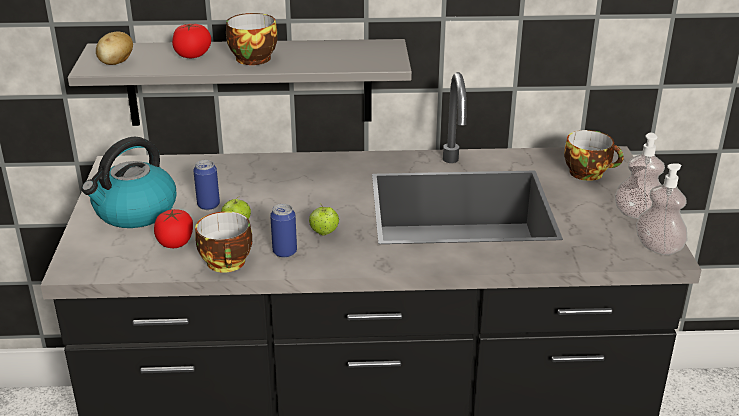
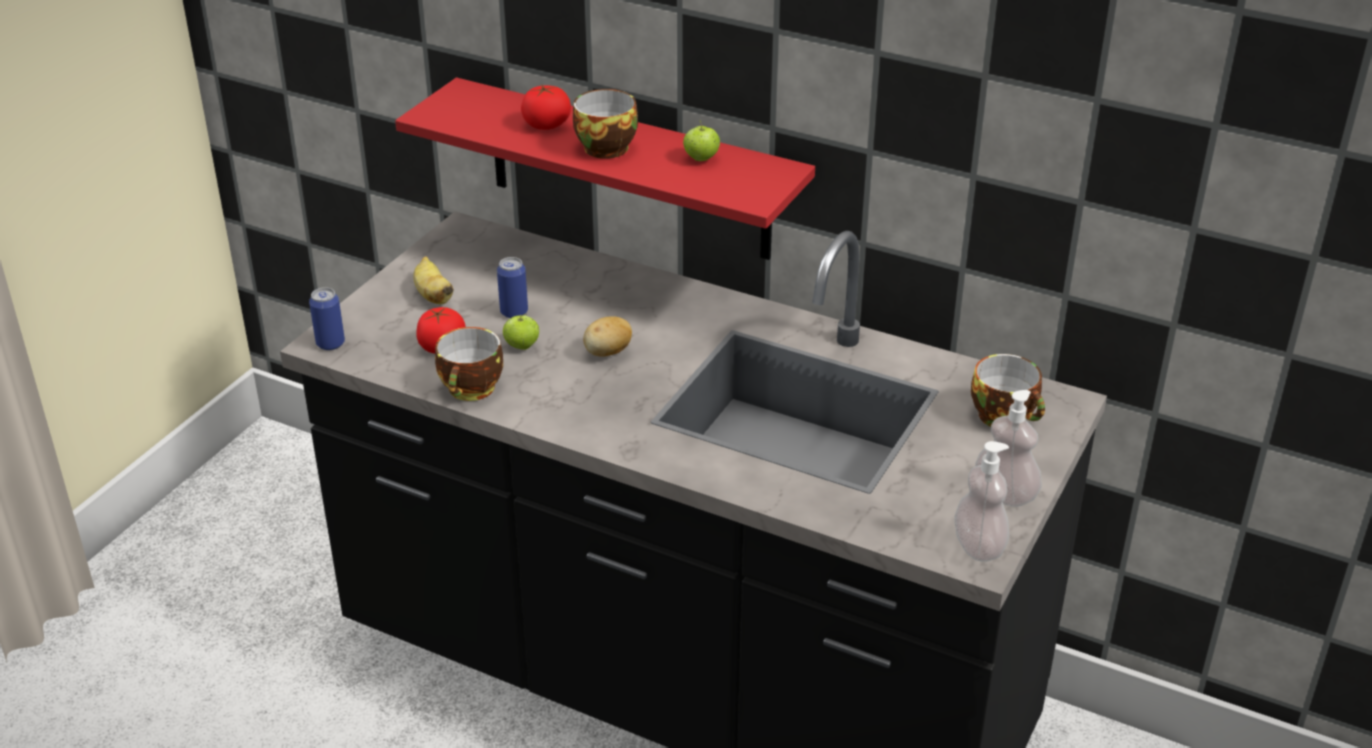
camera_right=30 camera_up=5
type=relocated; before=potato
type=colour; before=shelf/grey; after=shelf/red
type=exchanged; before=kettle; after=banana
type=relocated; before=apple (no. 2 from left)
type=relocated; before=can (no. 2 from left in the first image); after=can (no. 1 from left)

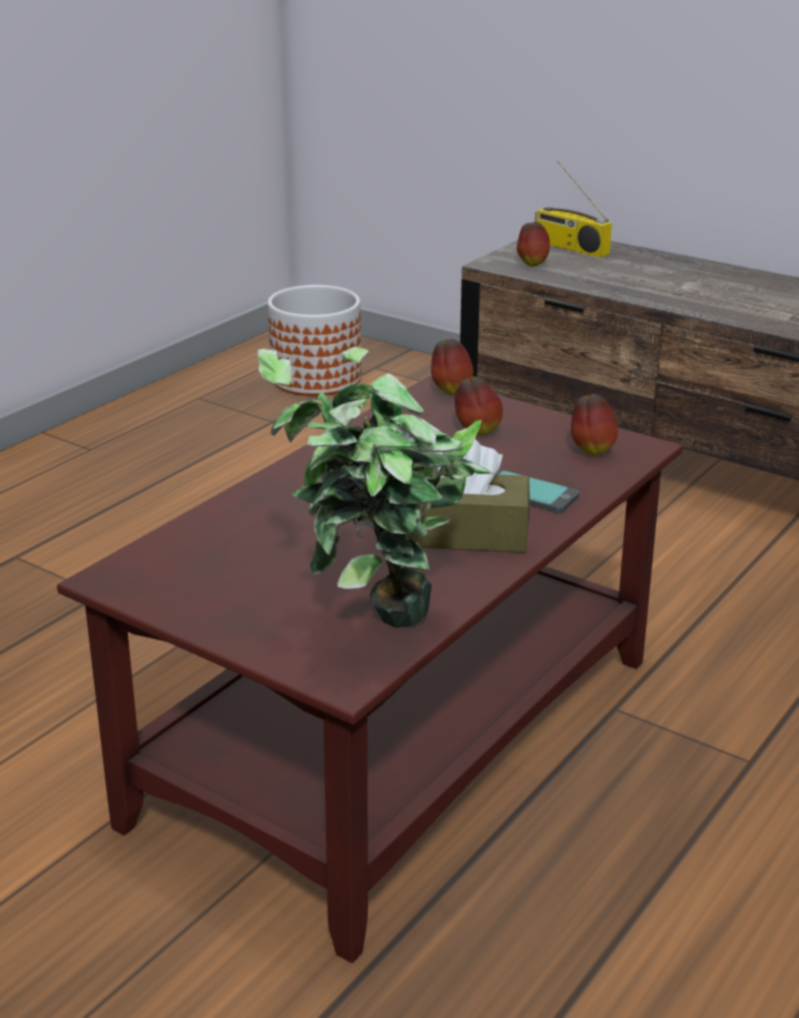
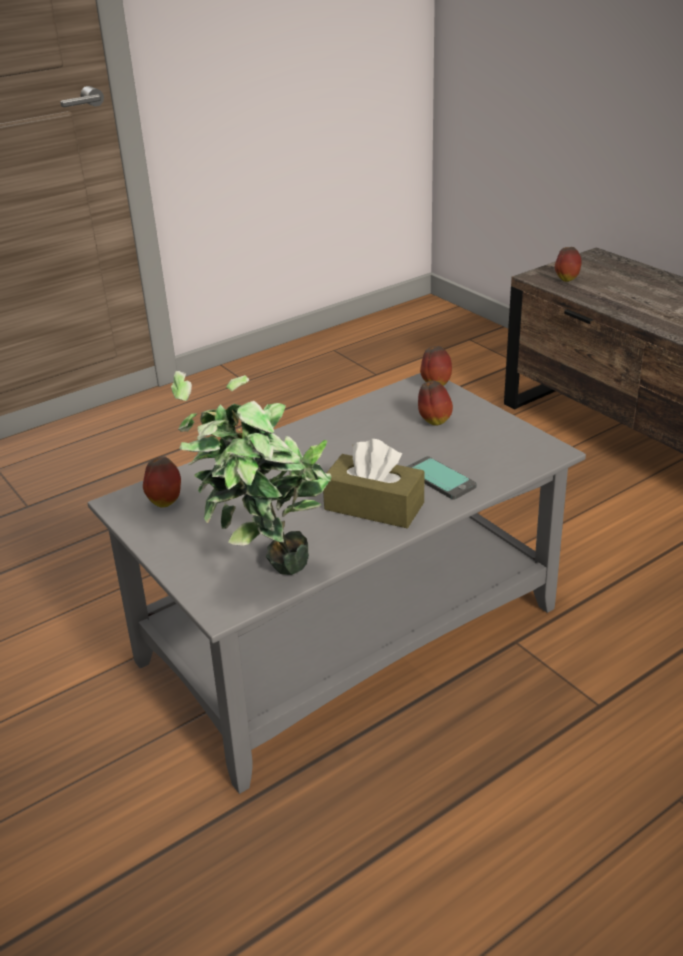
camera_right=20 camera_up=5
type=missing; before=radio
type=missing; before=planter
type=colour; before=coffee table/brown; after=coffee table/grey
type=relocated; before=apple (no. 4 from left in the first image); after=apple (no. 1 from left)

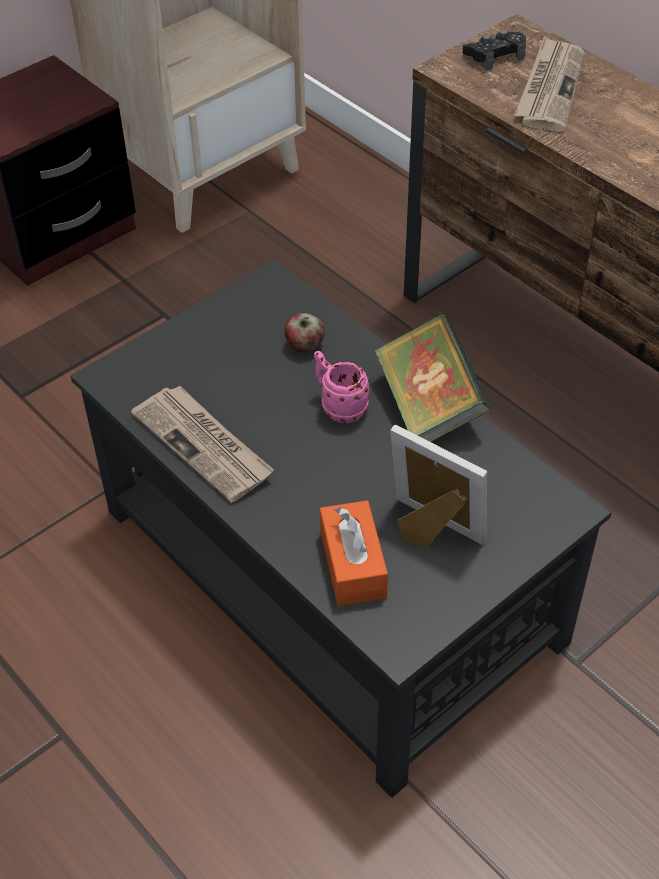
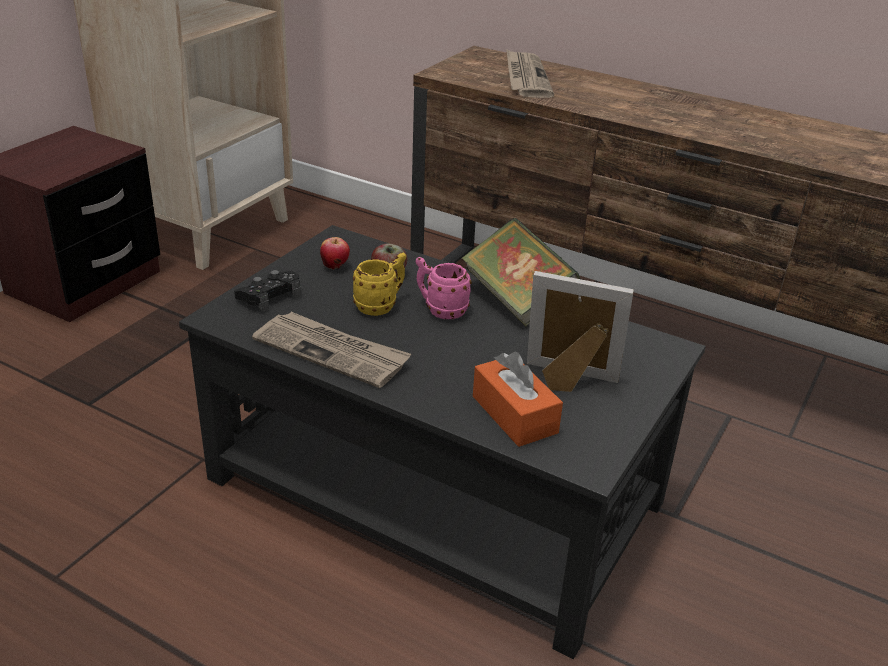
camera_right=-20 camera_up=-15
type=relocated; before=game controller/black
type=appeared; after=apple (no. 1 from left)
type=appeared; after=mug/yellow

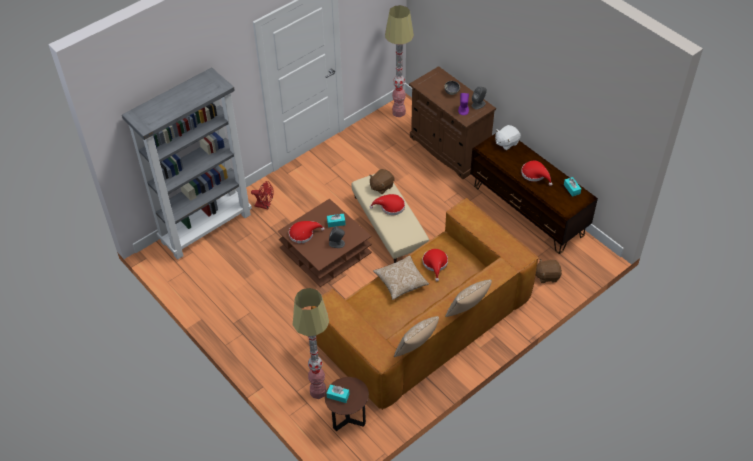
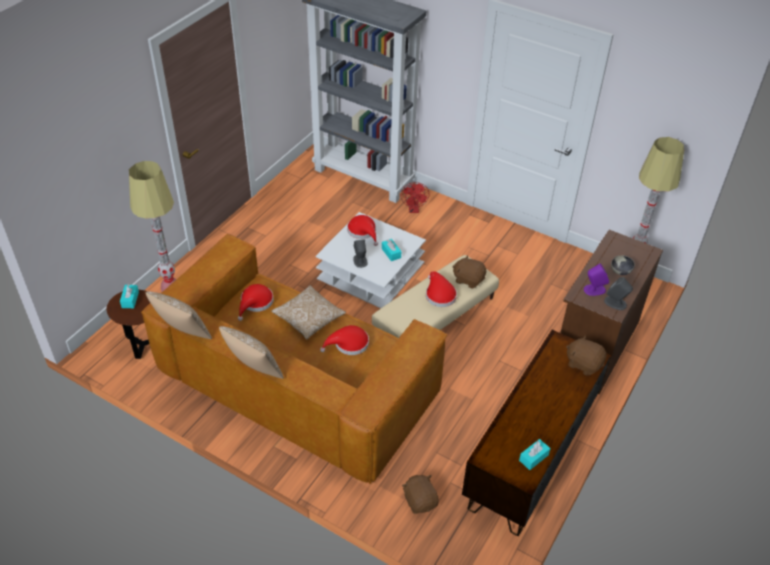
camera_right=70 camera_up=-5
type=colour; before=plush toy/white; after=plush toy/brown (no. 3 from left)
type=relocated; before=hat/red (no. 4 from left in the first image); after=hat/red (no. 1 from left)
type=colour; before=coffee table/brown; after=coffee table/white

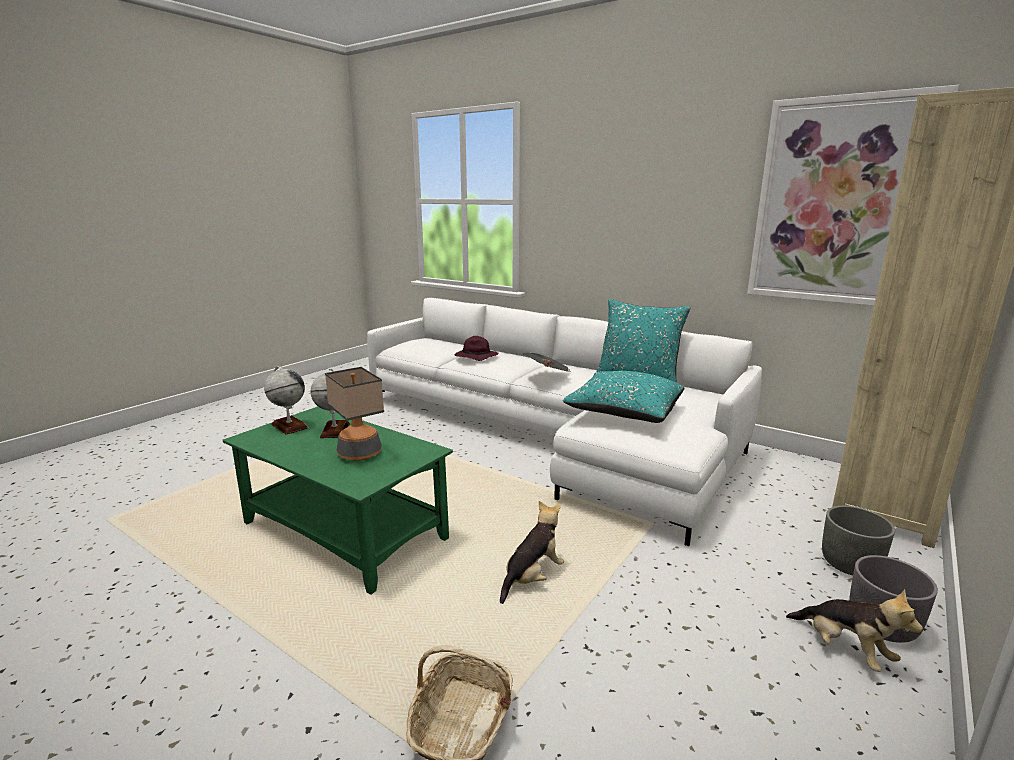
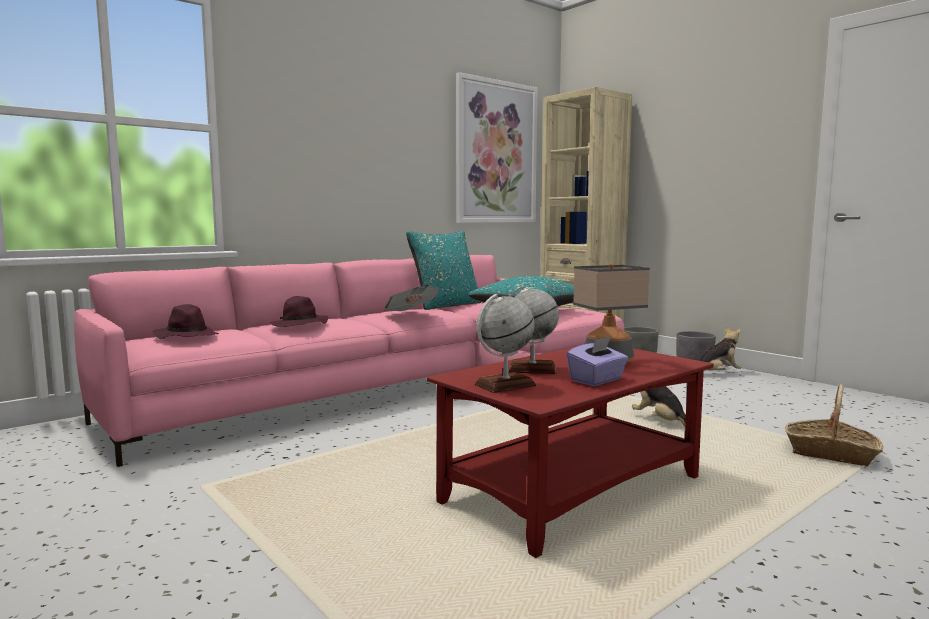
camera_right=-75 camera_up=-10
type=colour; before=sofa/white; after=sofa/pink
type=colour; before=coffee table/green; after=coffee table/red
type=appeared; after=hat/purple (no. 1 from left)
type=appeared; after=tissue box/purple

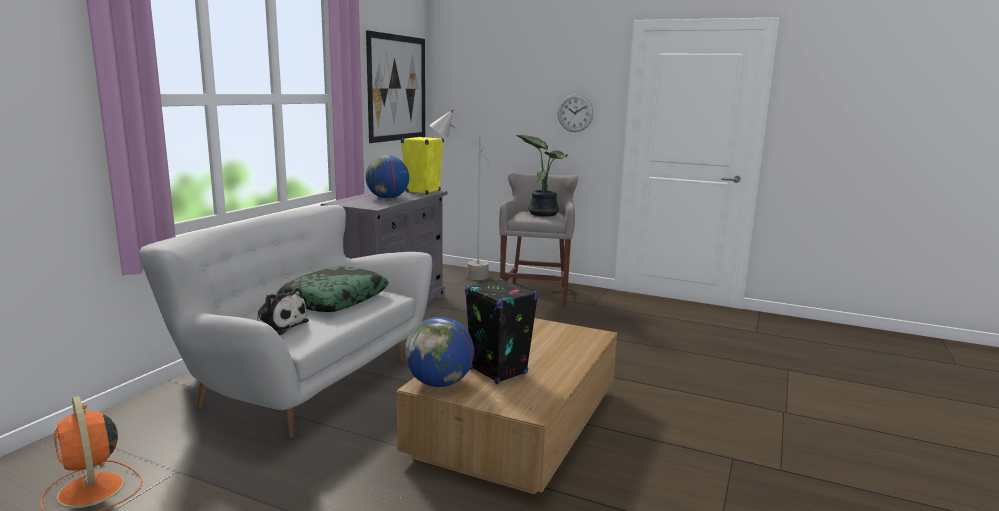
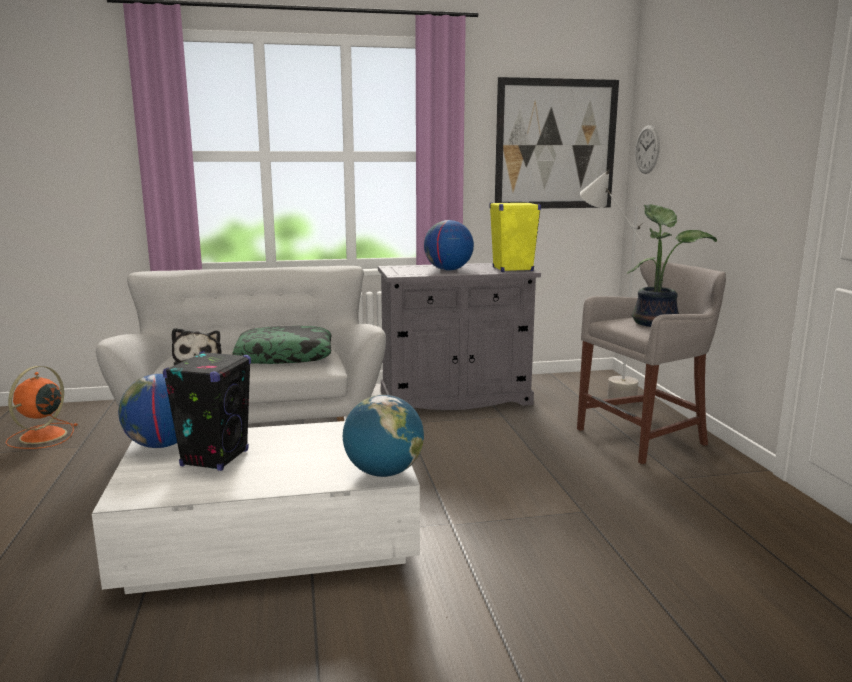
camera_right=55 camera_up=0
type=relocated; before=wall clock
type=colour; before=coffee table/brown; after=coffee table/white
type=appeared; after=globe (no. 2 from left)

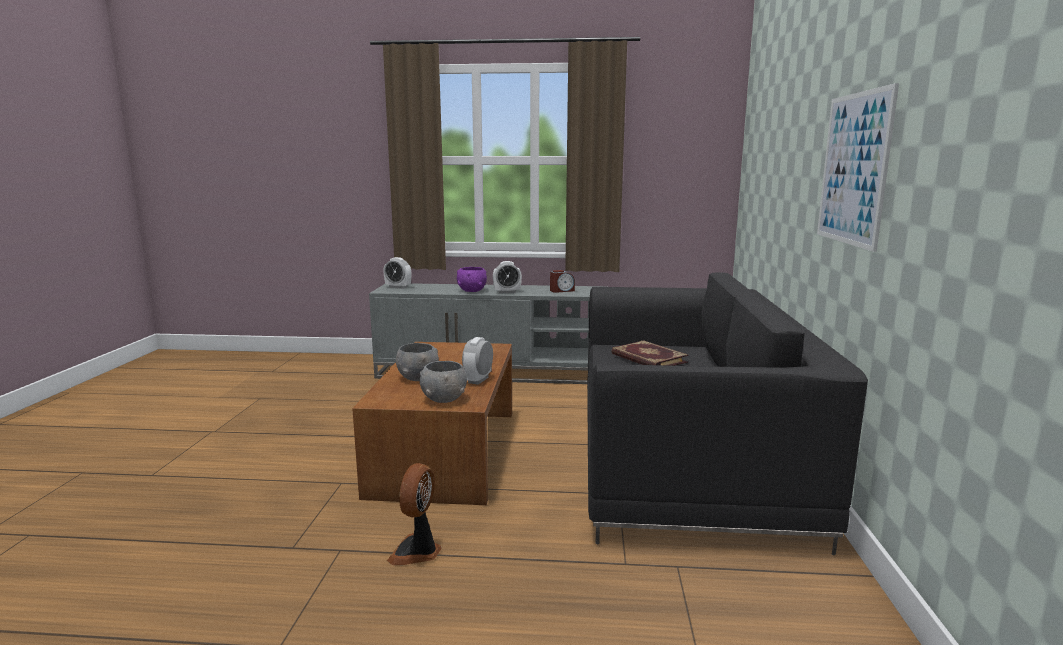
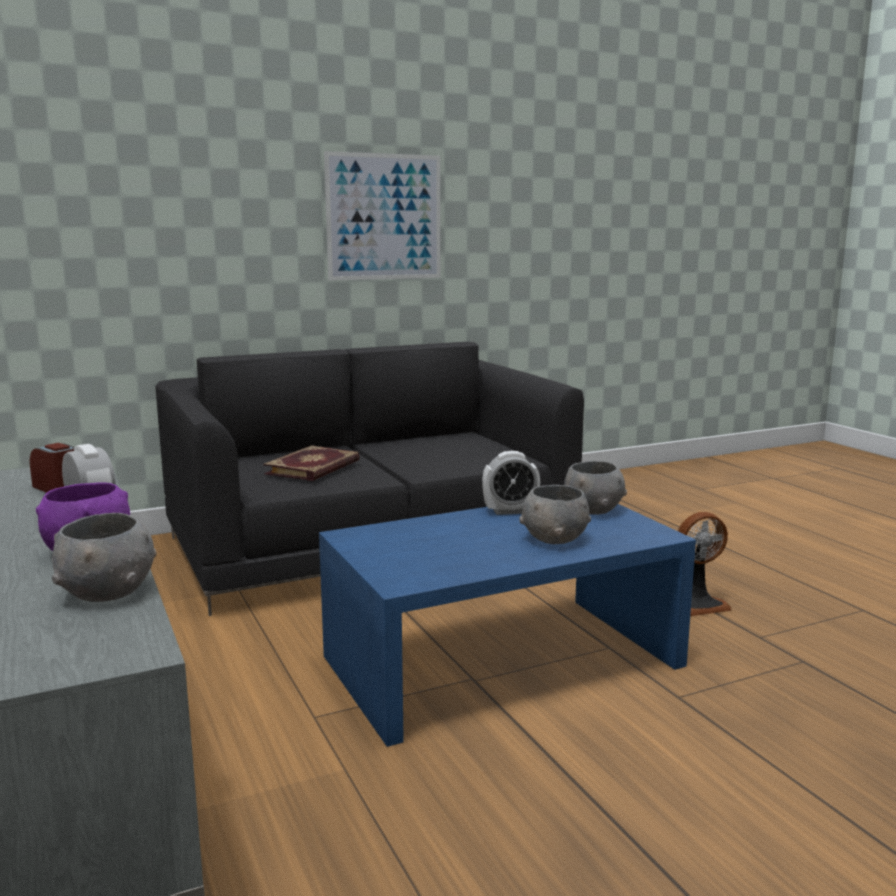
camera_right=-120 camera_up=0
type=missing; before=alarm clock (no. 1 from left)
type=colour; before=coffee table/brown; after=coffee table/blue
type=appeared; after=bowl/grey (no. 1 from left)

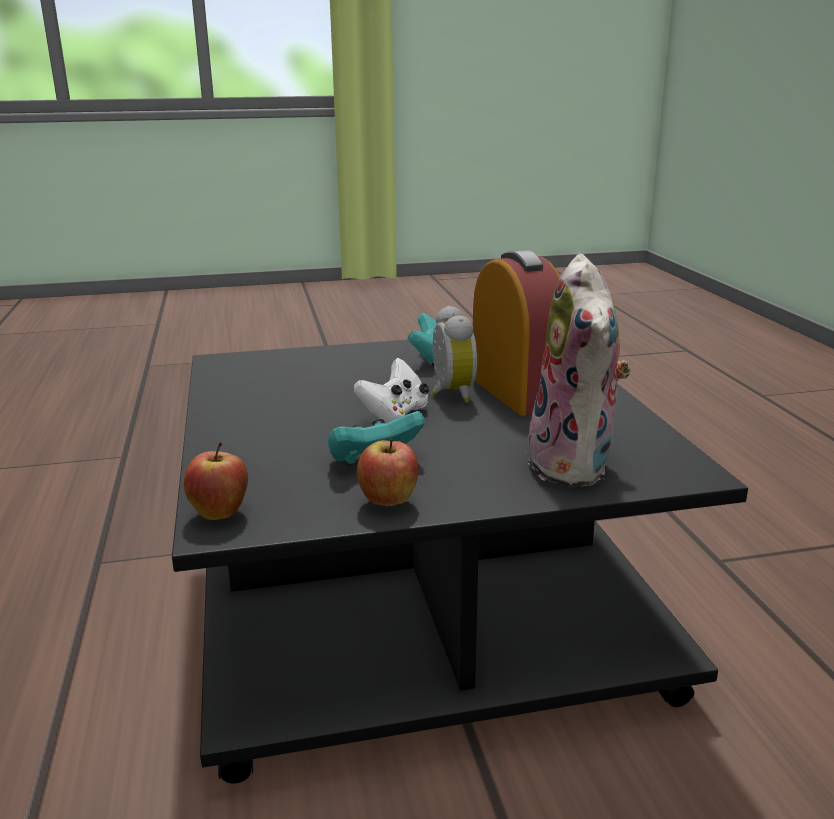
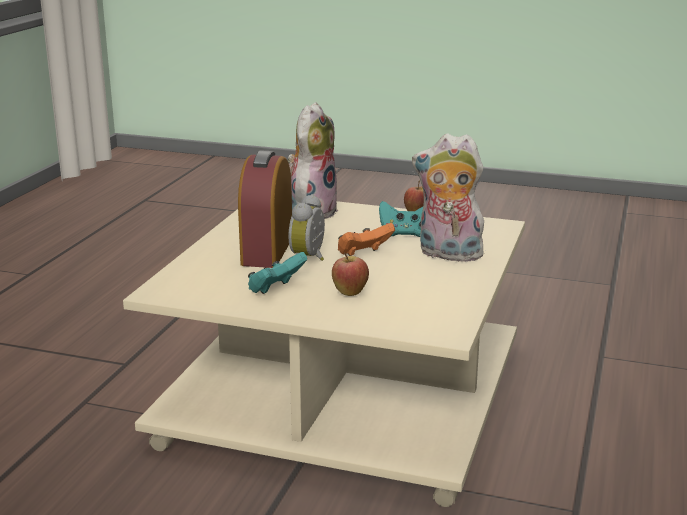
camera_right=-150 camera_up=0
type=colour; before=coffee table/black; after=coffee table/beige
type=colour; before=game controller/white; after=game controller/orange
type=relocated; before=apple (no. 1 from left)
type=appeared; after=plush toy (no. 2 from left)

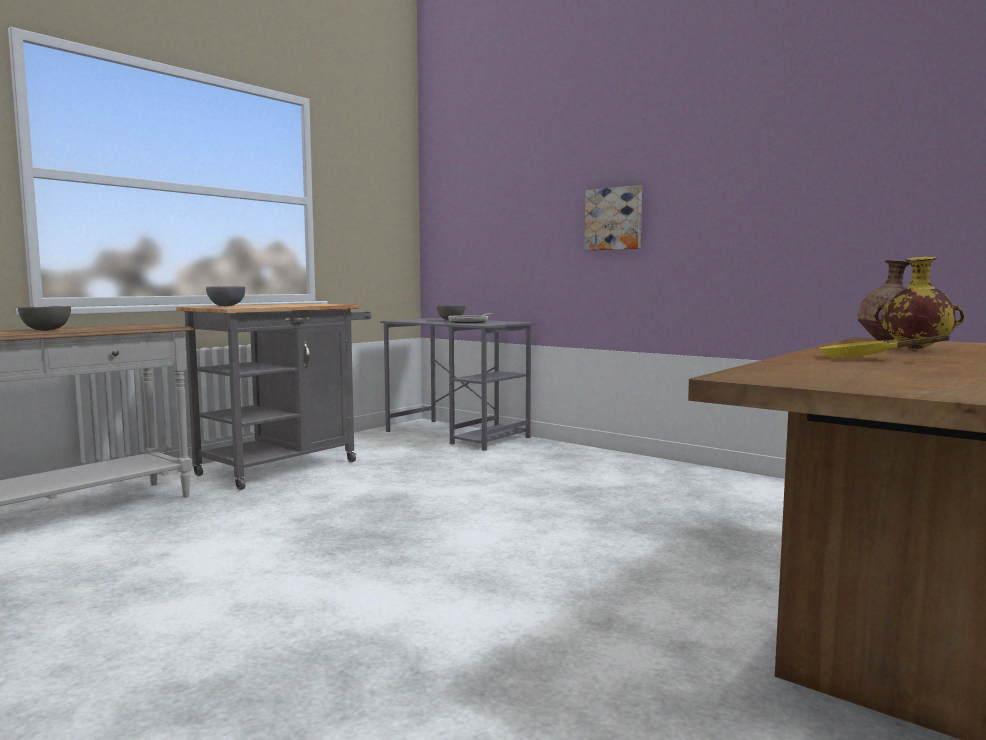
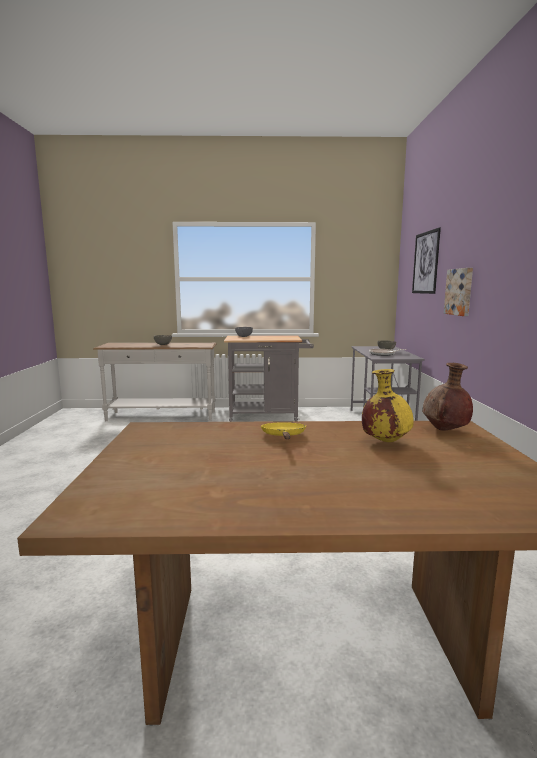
camera_right=50 camera_up=5
type=appeared; after=picture (no. 1 from left)

